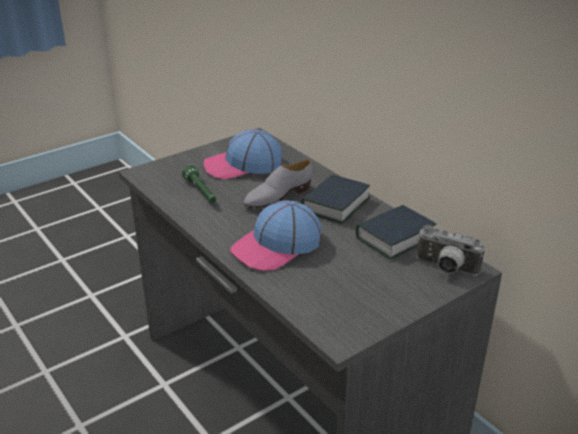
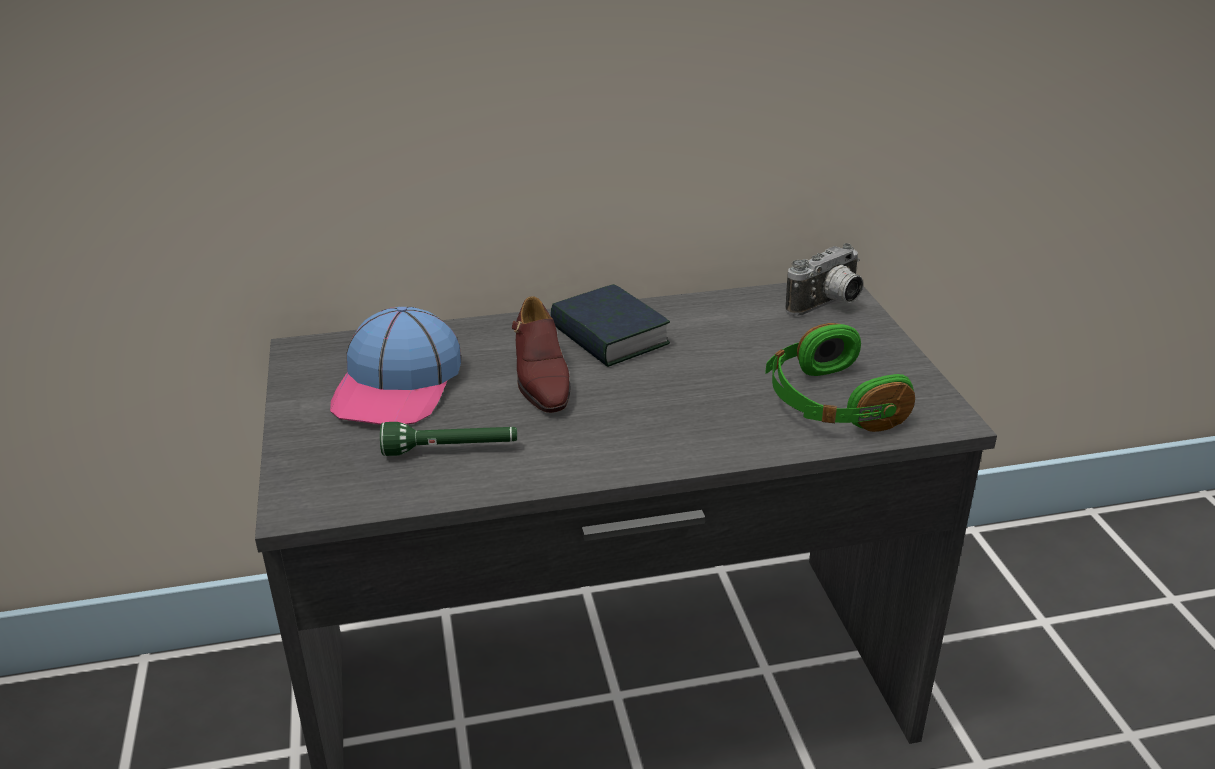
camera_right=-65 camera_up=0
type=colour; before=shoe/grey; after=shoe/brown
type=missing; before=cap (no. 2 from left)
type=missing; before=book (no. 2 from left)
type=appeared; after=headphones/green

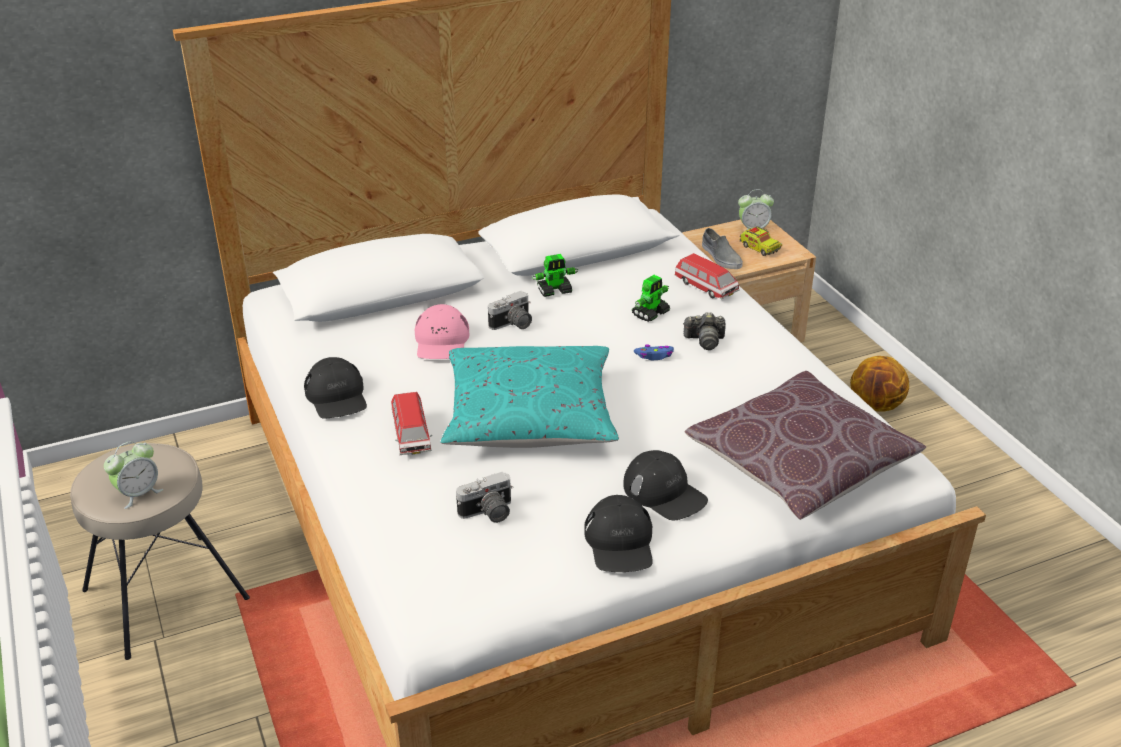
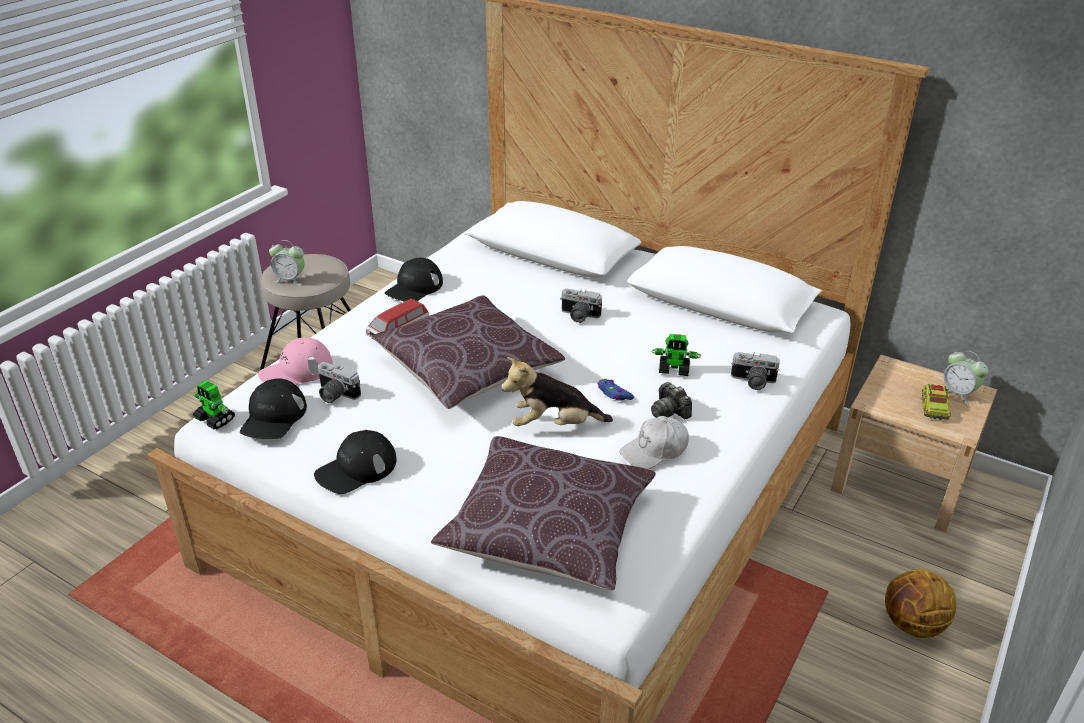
camera_right=55 camera_up=0
type=missing; before=shoe/grey
type=exchanged; before=toy car (no. 2 from left); after=photo camera (no. 4 from left)
type=relocated; before=toy robot (no. 1 from left)
type=relocated; before=cap/pink
type=colour; before=pillow/turquoise; after=pillow/brown (no. 1 from left)
type=relocated; before=cap/black (no. 3 from left in the first image); after=cap/black (no. 1 from left)
type=appeared; after=plush toy
type=appeared; after=cap/white

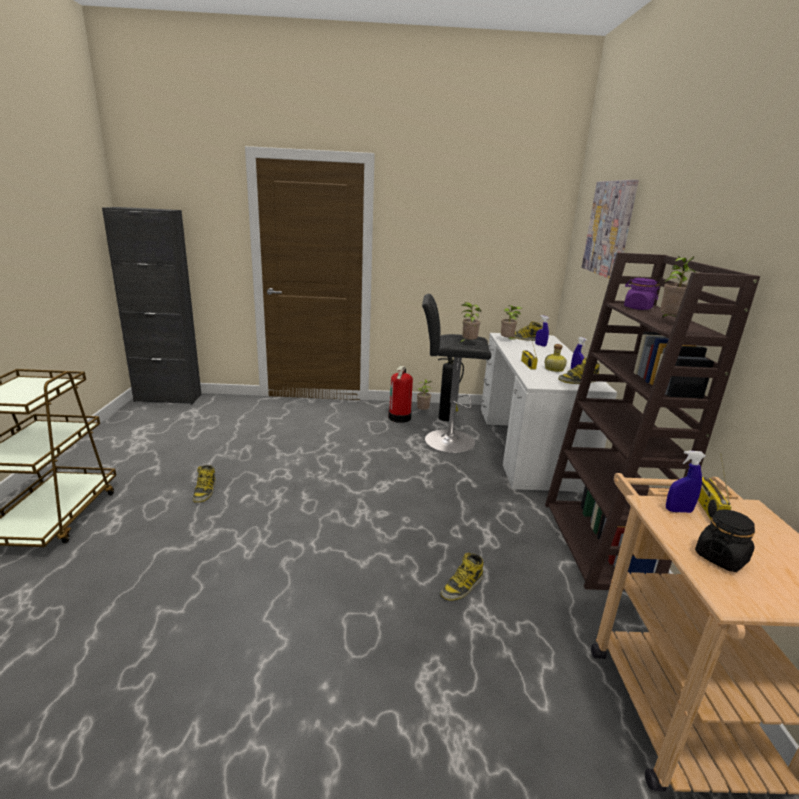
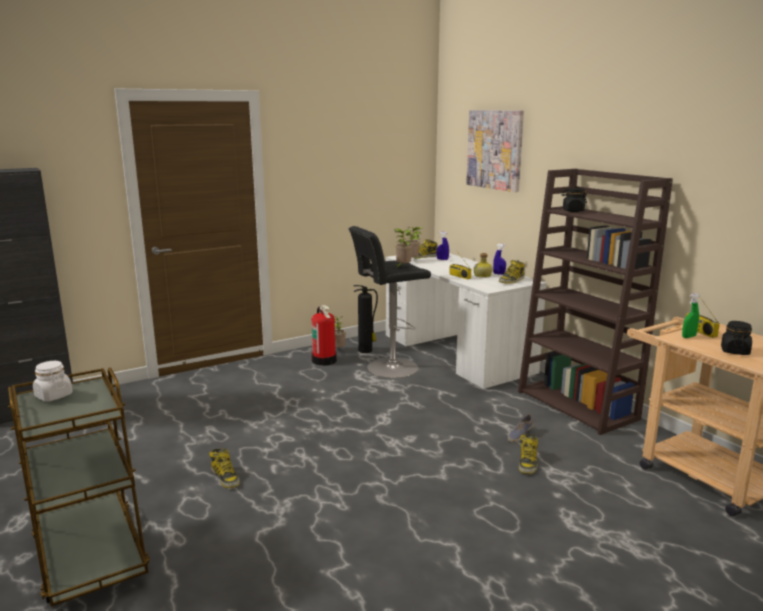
camera_right=-30 camera_up=-5
type=missing; before=potted plant (no. 4 from left)
type=colour; before=jar/purple; after=jar/black (no. 1 from left)
type=colour; before=spray bottle/blue (no. 3 from left); after=spray bottle/green
type=appeared; after=jar/white
type=appeared; after=shoe

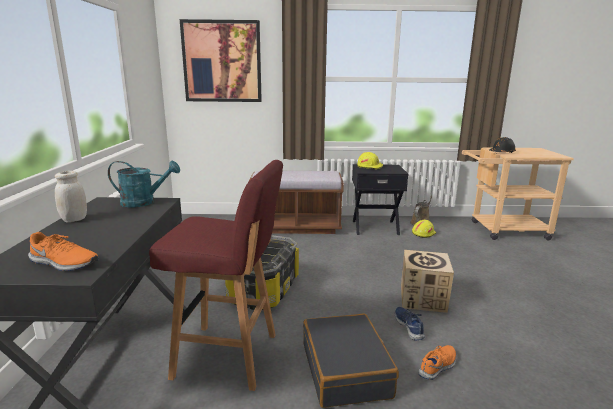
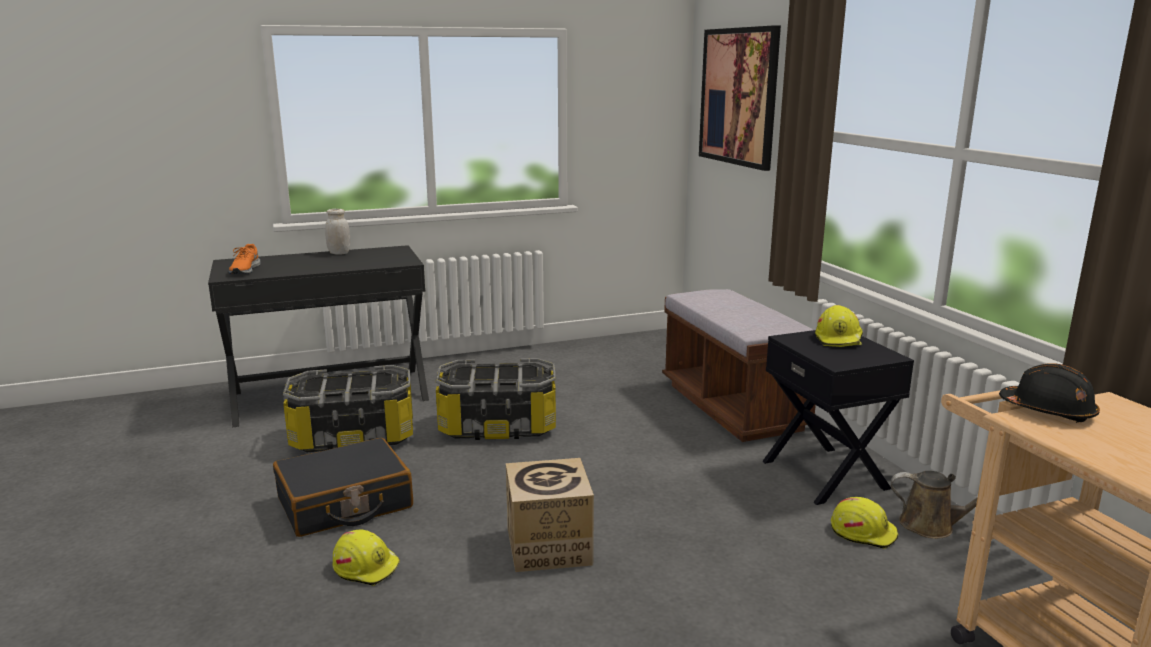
camera_right=70 camera_up=0
type=exchanged; before=stool/red; after=storage box (no. 1 from left)
type=missing; before=watering can/turquoise
type=missing; before=shoe/blue
type=exchanged; before=shoe/orange (no. 2 from left); after=hard hat/yellow (no. 1 from left)

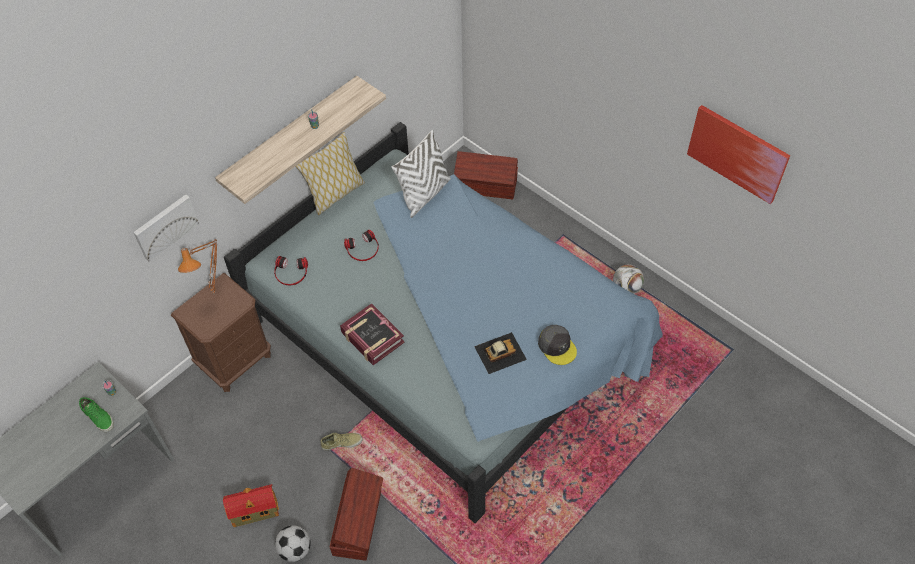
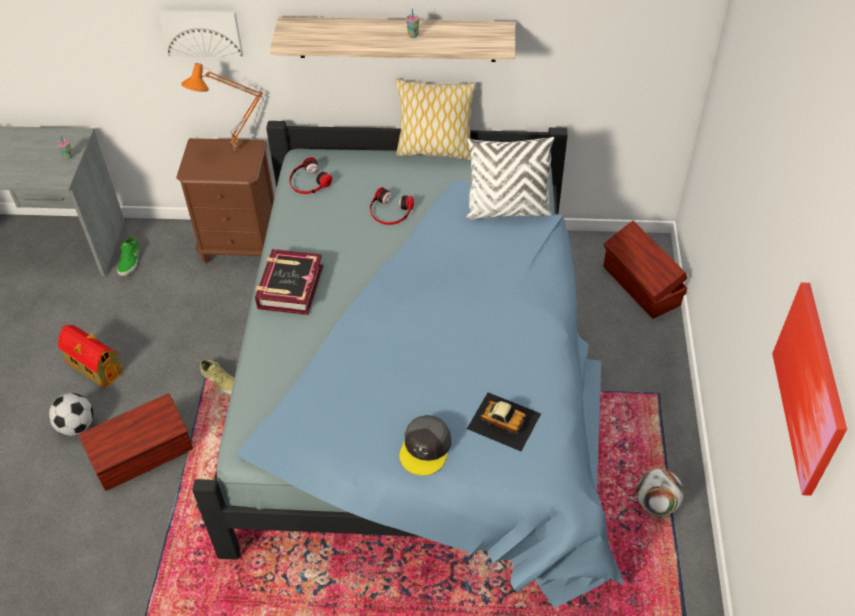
camera_right=50 camera_up=-5
type=relocated; before=toy car
type=relocated; before=shoe/green

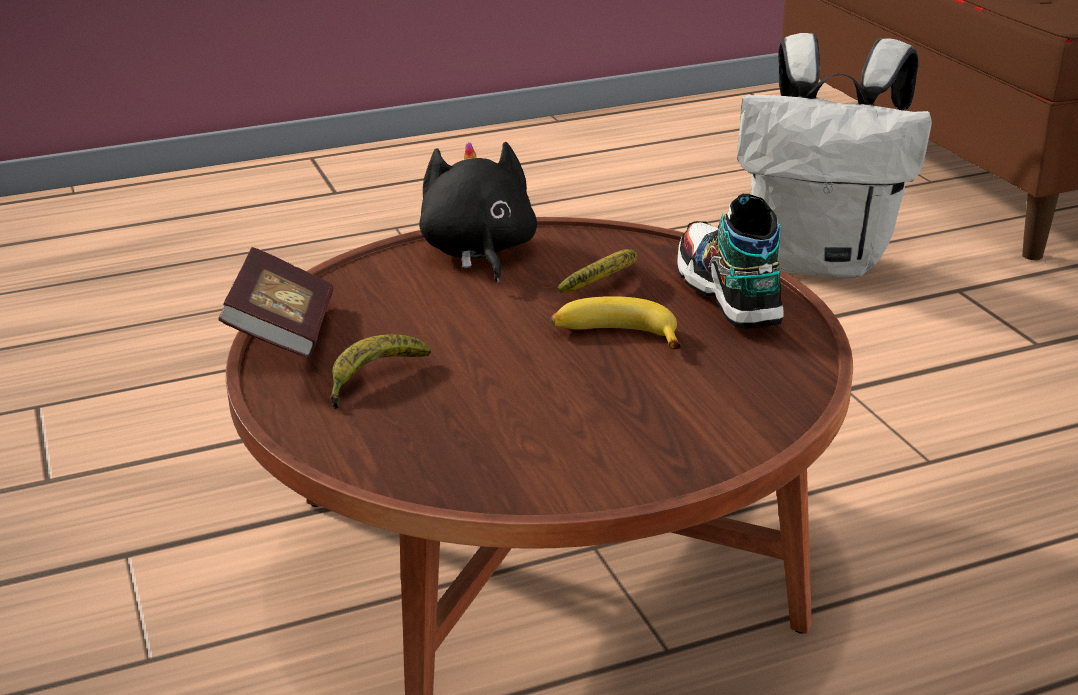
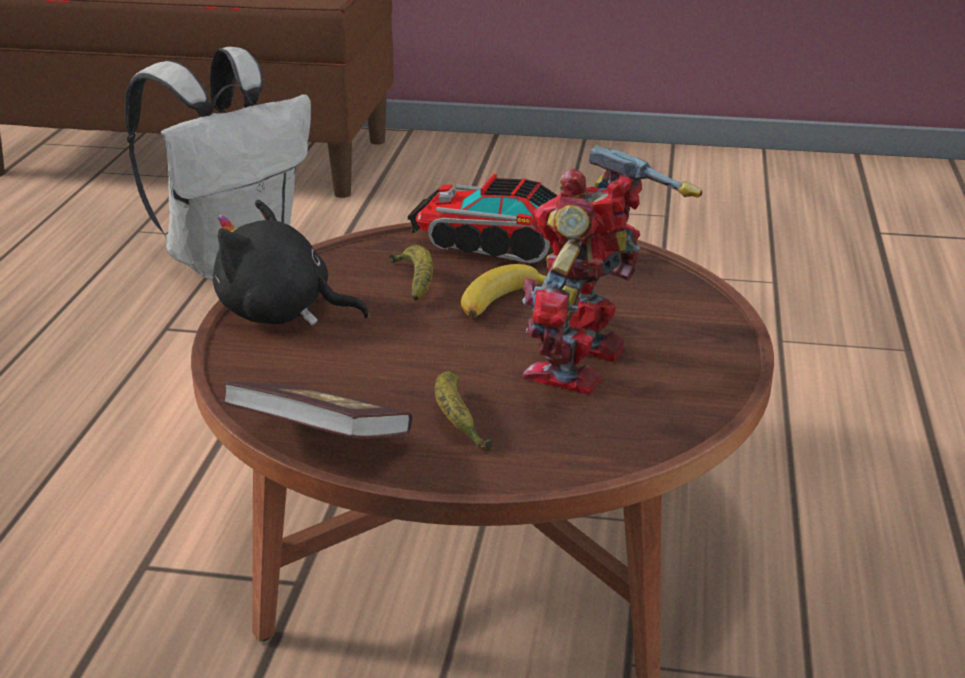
camera_right=-60 camera_up=0
type=exchanged; before=shoe; after=toy truck
type=appeared; after=toy robot

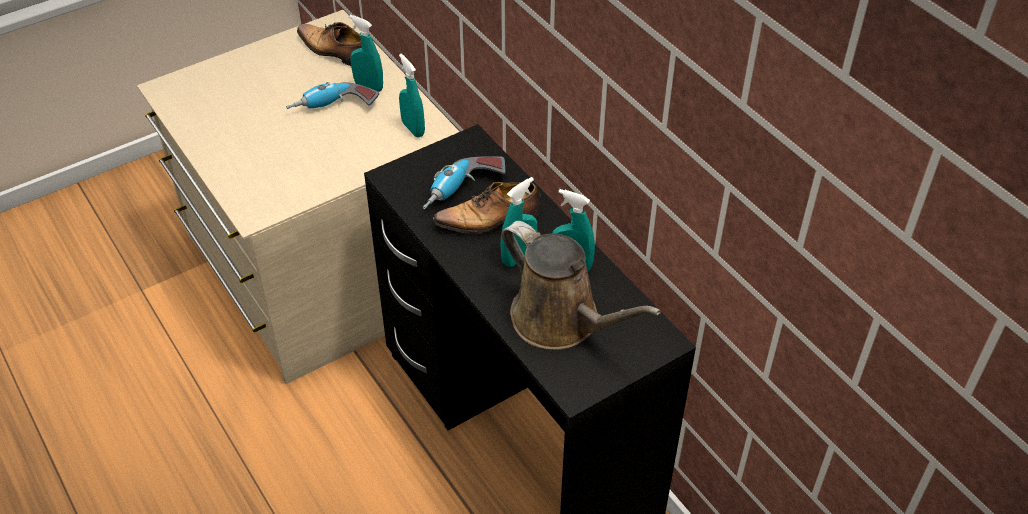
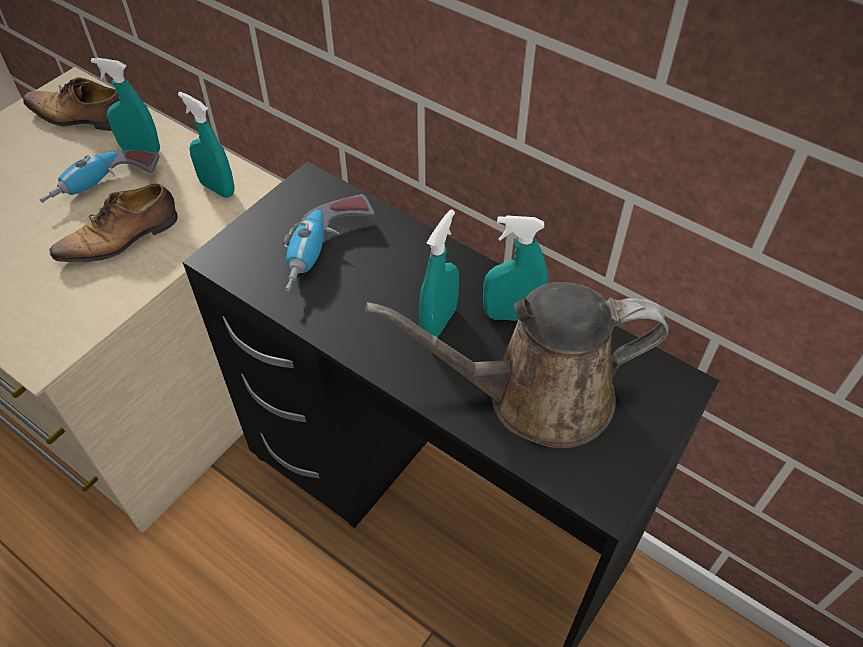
camera_right=-20 camera_up=5
type=relocated; before=shoe (no. 2 from left)
type=spun; before=watering can/brown; turn=150

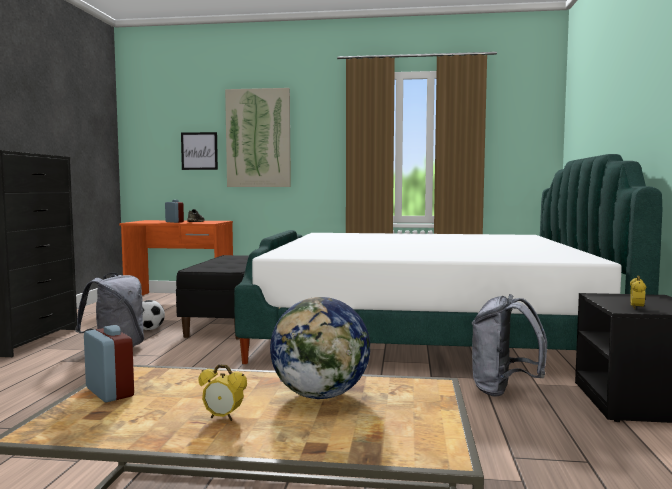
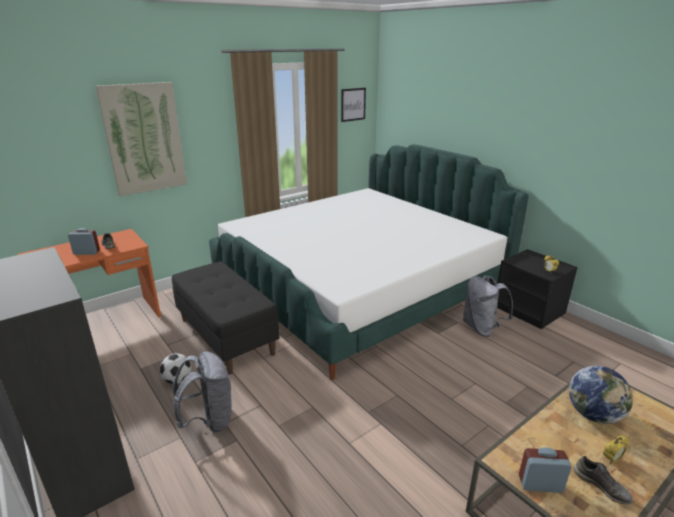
camera_right=-45 camera_up=20
type=relocated; before=picture (no. 1 from left in the first image); after=picture (no. 2 from left)
type=appeared; after=shoe/grey (no. 2 from left)

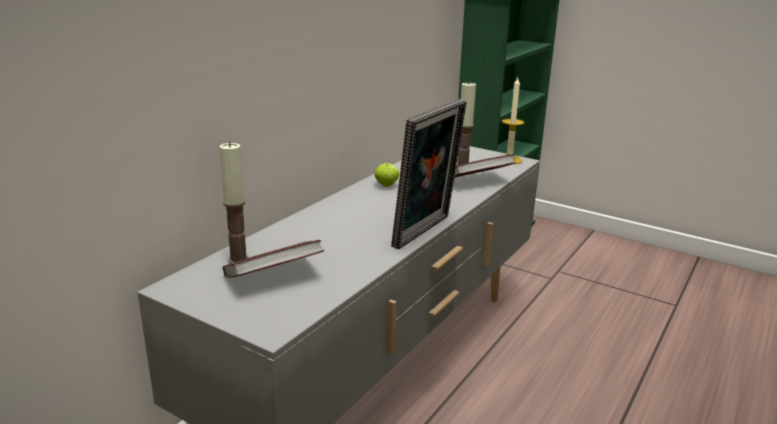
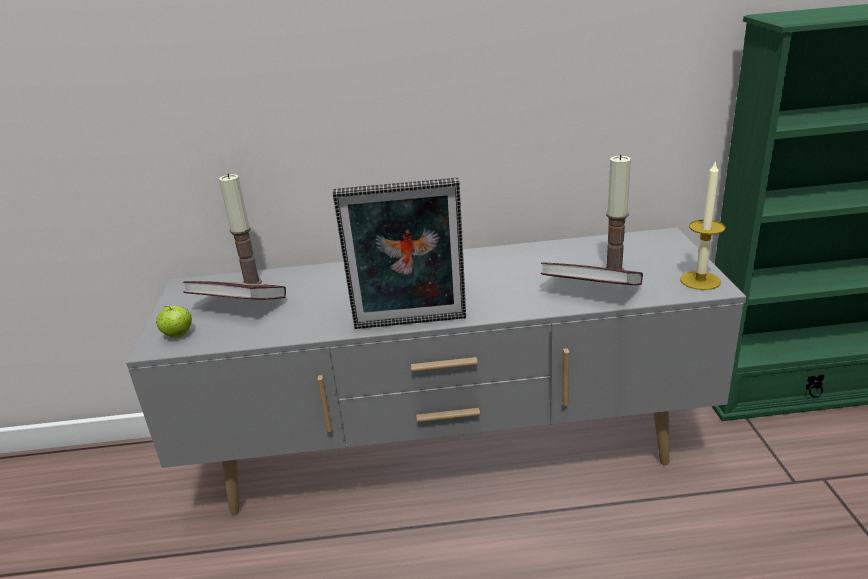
camera_right=55 camera_up=5
type=relocated; before=apple

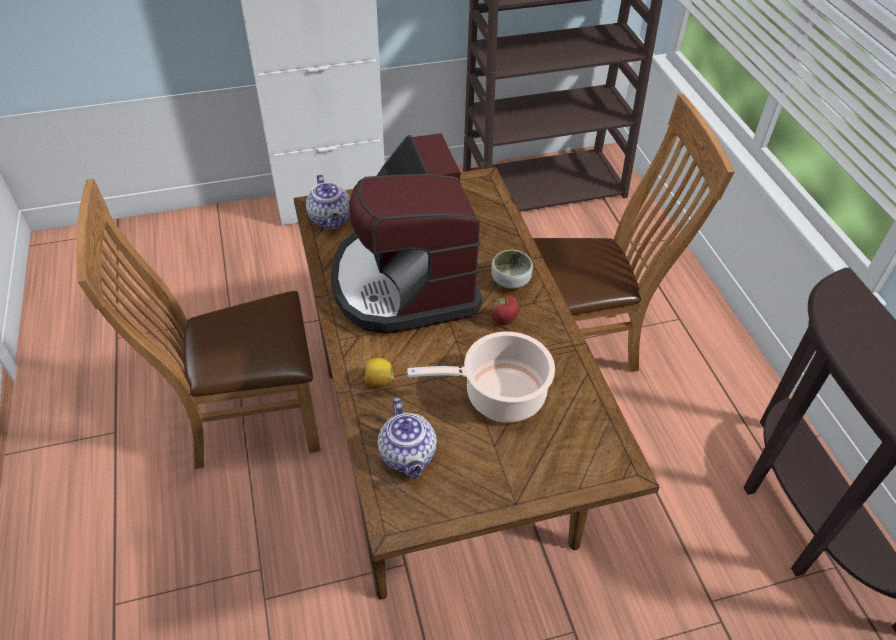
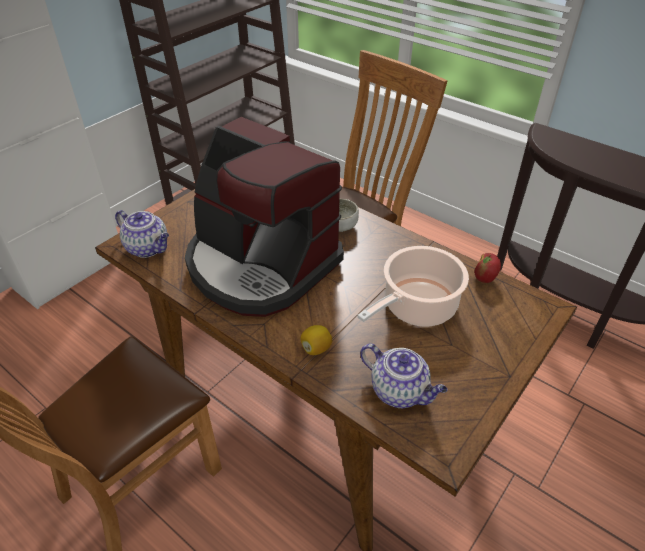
camera_right=-35 camera_up=-5
type=relocated; before=apple

